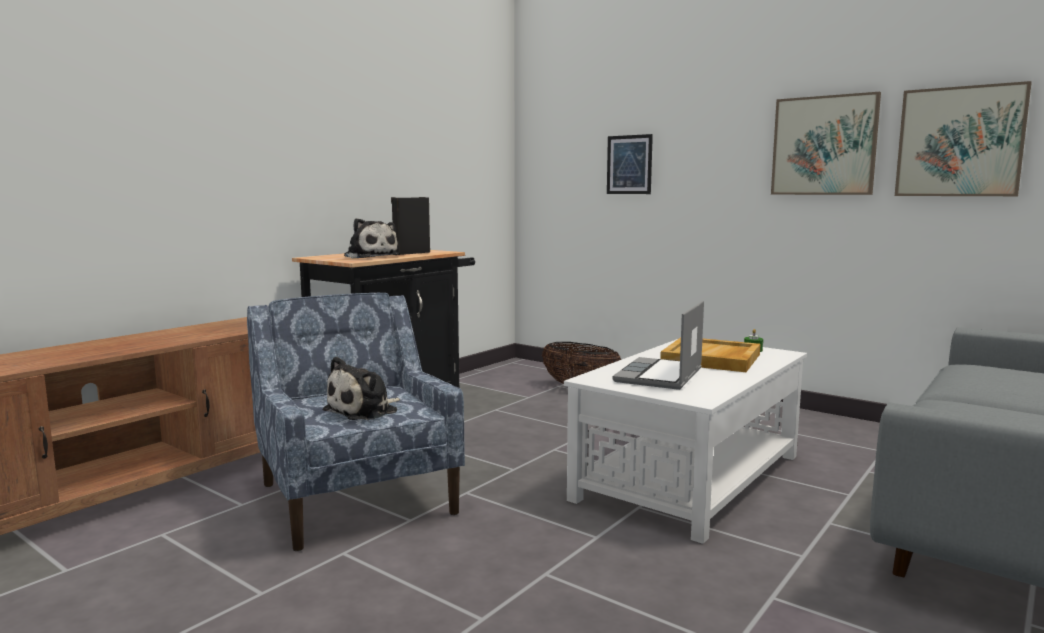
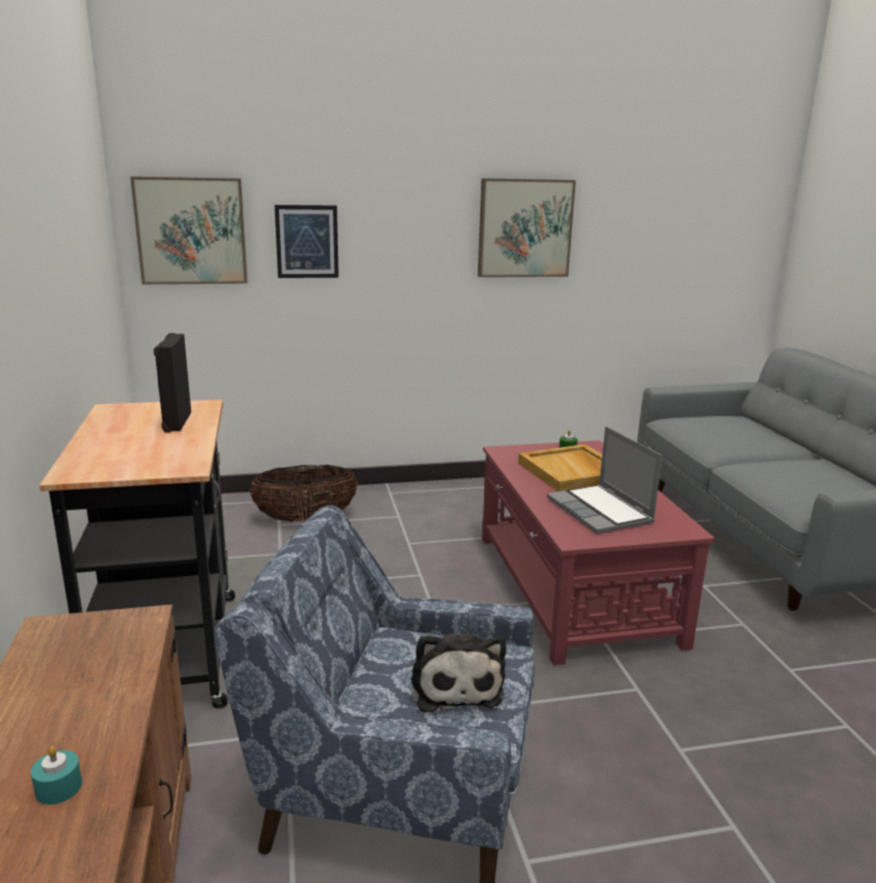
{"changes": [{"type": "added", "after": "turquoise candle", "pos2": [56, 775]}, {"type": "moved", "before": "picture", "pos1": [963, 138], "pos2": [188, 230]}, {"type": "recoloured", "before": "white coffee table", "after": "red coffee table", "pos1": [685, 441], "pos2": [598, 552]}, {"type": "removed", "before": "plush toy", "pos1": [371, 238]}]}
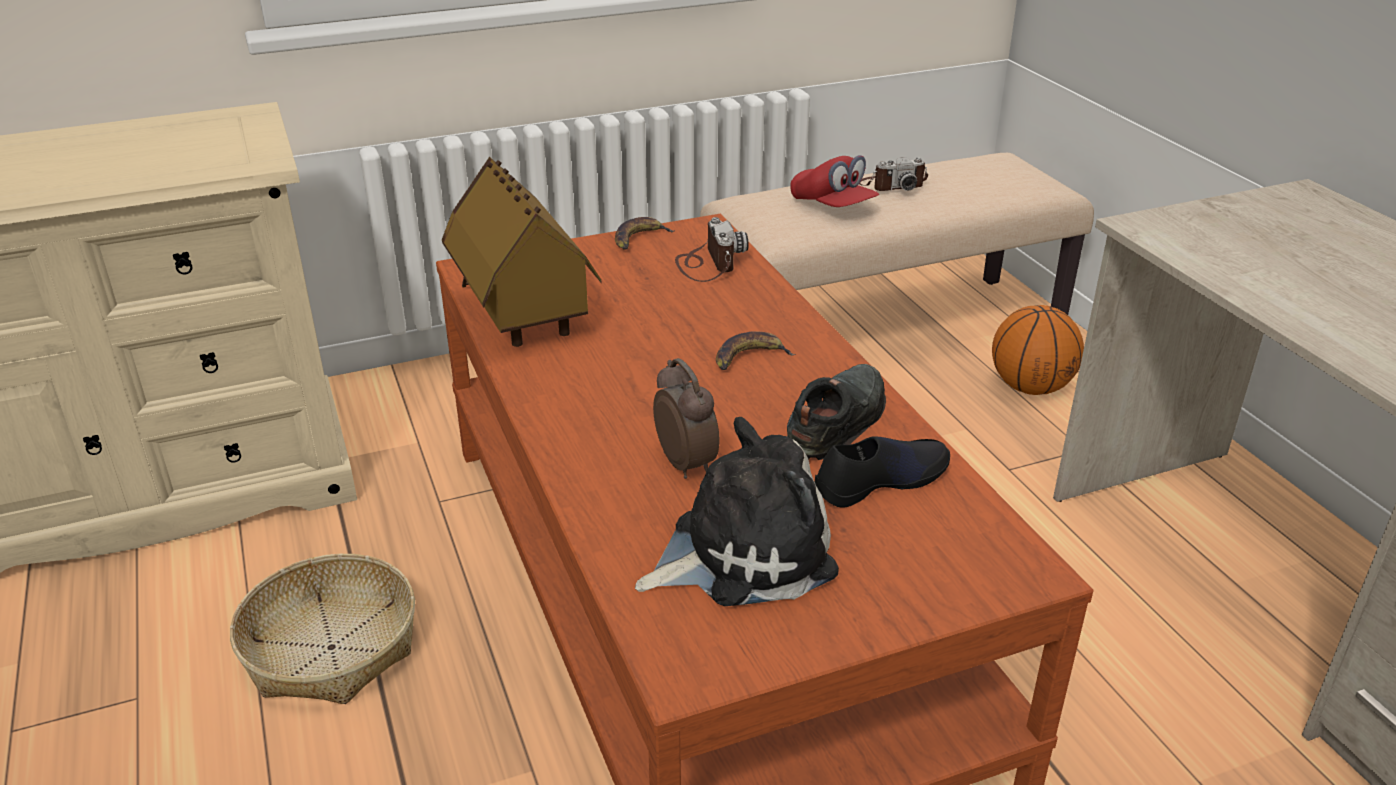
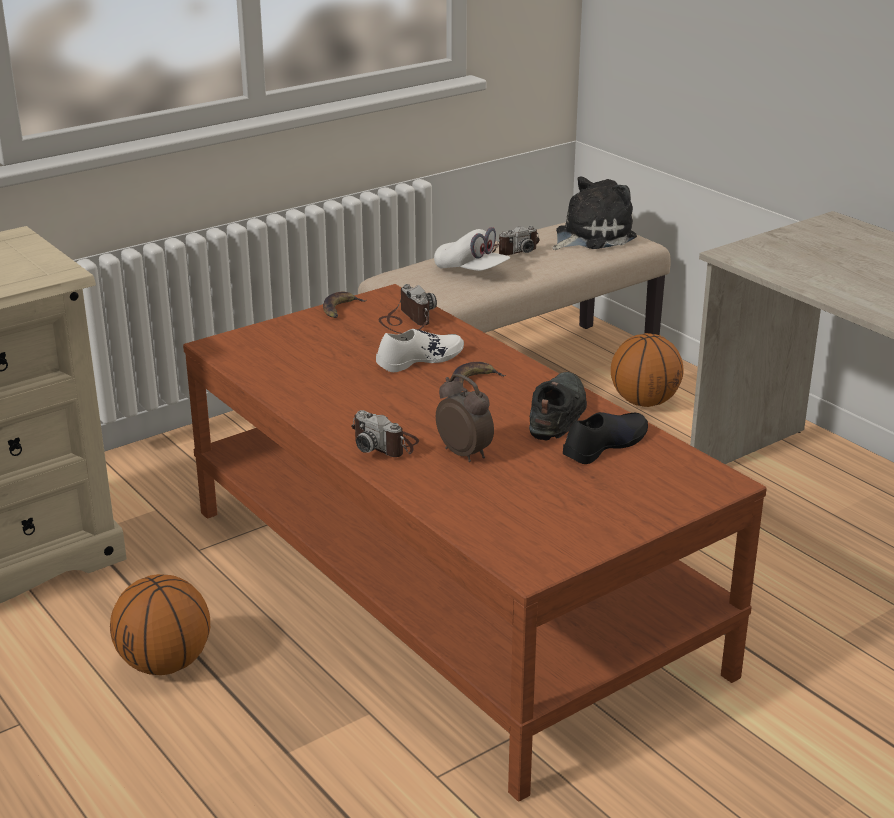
{"changes": [{"type": "replaced", "before": "basket", "after": "basketball", "pos1": [322, 629], "pos2": [160, 624]}, {"type": "added", "after": "photo camera", "pos2": [385, 433]}, {"type": "added", "after": "white shoe", "pos2": [420, 350]}, {"type": "recoloured", "before": "red cap", "after": "white cap", "pos1": [834, 181], "pos2": [472, 249]}, {"type": "moved", "before": "plush toy", "pos1": [737, 511], "pos2": [595, 213]}, {"type": "removed", "before": "toy house", "pos1": [521, 252]}]}
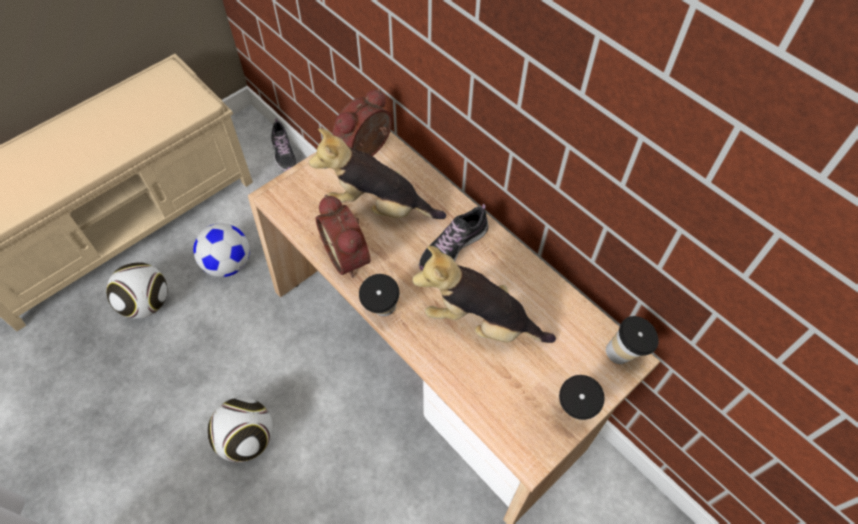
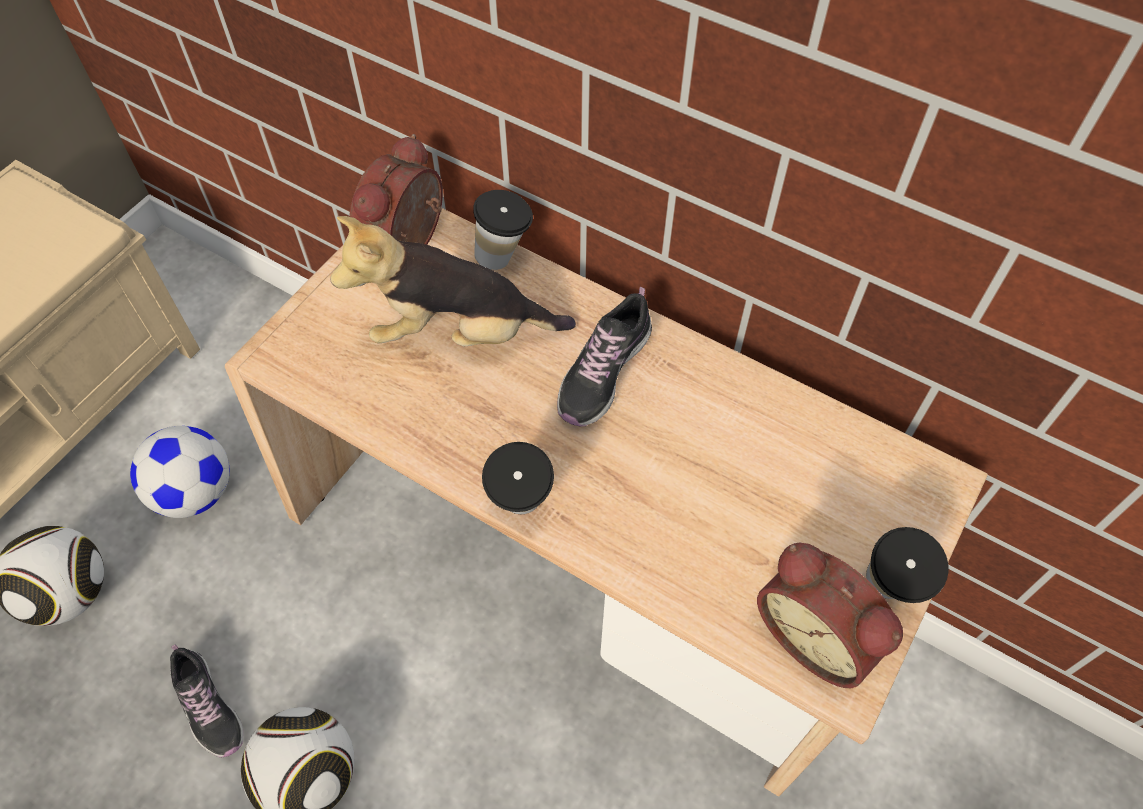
{"changes": [{"type": "moved", "before": "shoe", "pos1": [284, 144], "pos2": [207, 701]}, {"type": "moved", "before": "cup", "pos1": [632, 340], "pos2": [503, 230]}, {"type": "moved", "before": "alarm clock", "pos1": [343, 236], "pos2": [830, 615]}, {"type": "removed", "before": "plush toy", "pos1": [484, 294]}]}
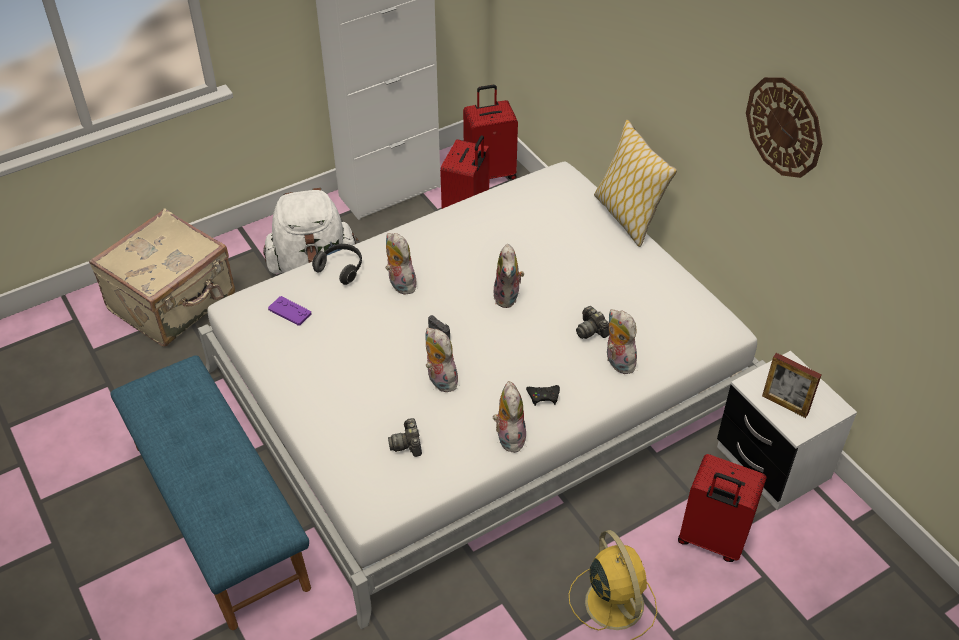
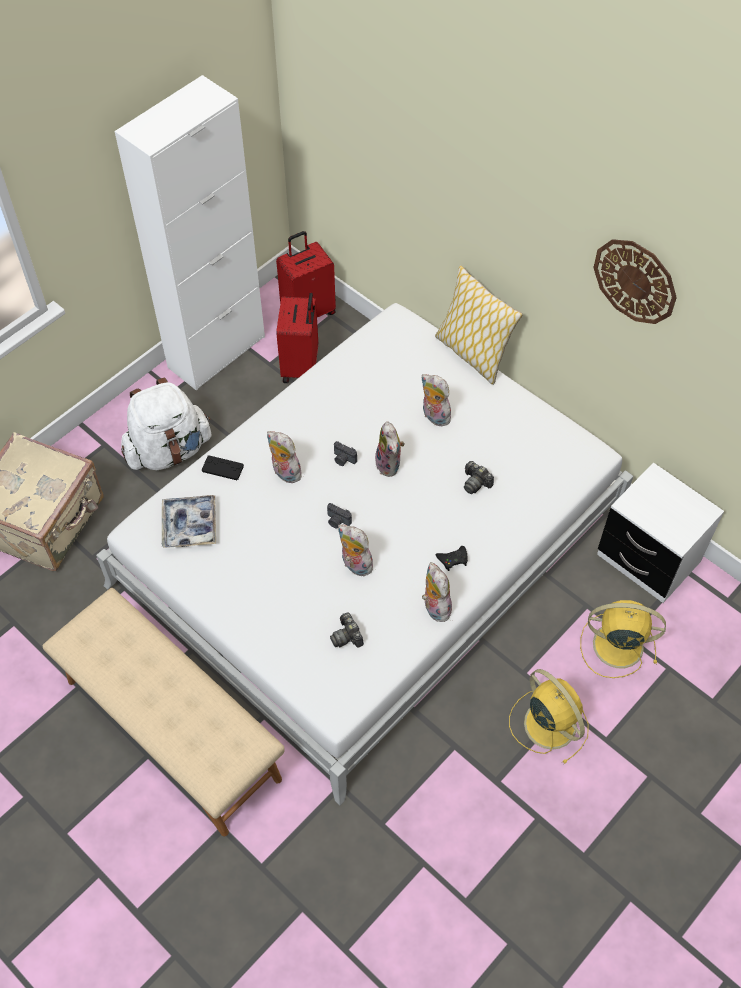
{"changes": [{"type": "recoloured", "before": "blue bench", "after": "beige bench", "pos1": [210, 492], "pos2": [164, 712]}, {"type": "replaced", "before": "purple game controller", "after": "tray", "pos1": [289, 311], "pos2": [189, 521]}, {"type": "replaced", "before": "headphones", "after": "black game controller", "pos1": [337, 264], "pos2": [223, 467]}, {"type": "added", "after": "photo camera", "pos2": [345, 453]}, {"type": "moved", "before": "plush toy", "pos1": [622, 341], "pos2": [437, 400]}, {"type": "replaced", "before": "red suitcase", "after": "yellow fan", "pos1": [722, 508], "pos2": [623, 639]}, {"type": "removed", "before": "picture frame", "pos1": [791, 385]}]}
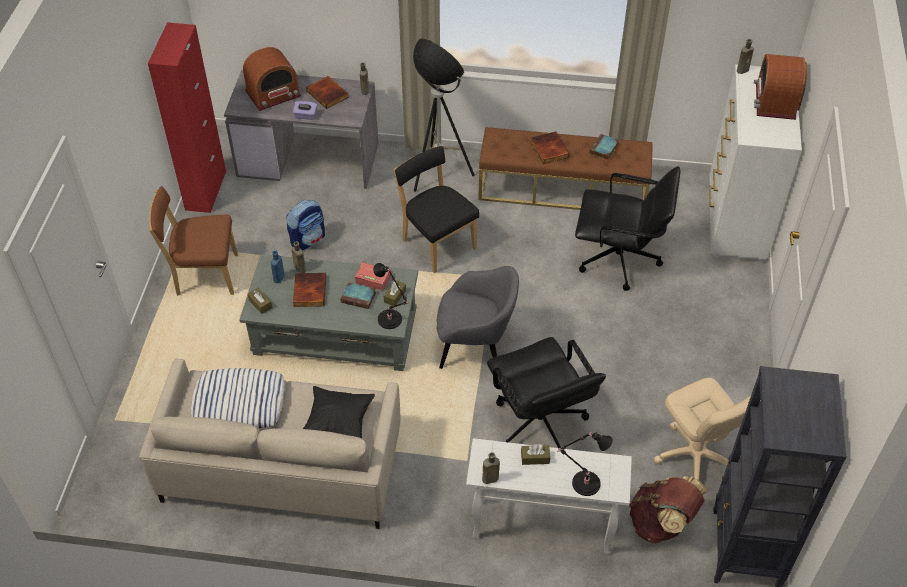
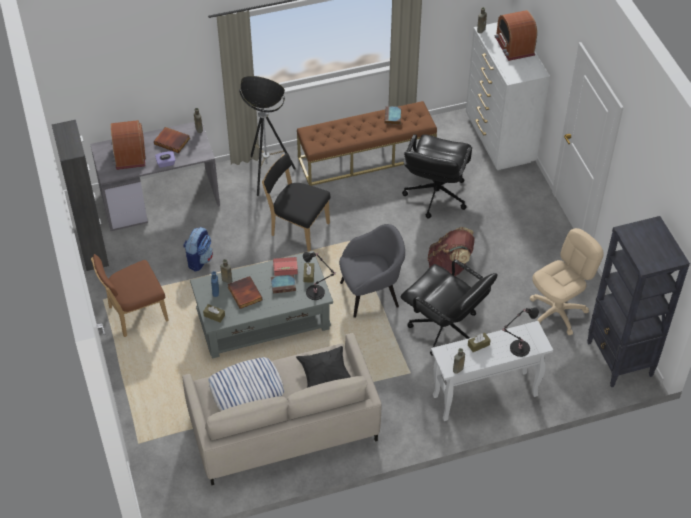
{"changes": [{"type": "recoloured", "before": "red cabinet", "after": "black cabinet", "pos1": [187, 117], "pos2": [80, 195]}, {"type": "turned", "before": "radio", "pos1": [272, 79], "pos2": [128, 145], "turn": 135}, {"type": "turned", "before": "black office chair", "pos1": [627, 228], "pos2": [437, 176], "turn": 120}, {"type": "moved", "before": "brown backpack", "pos1": [668, 509], "pos2": [451, 251]}, {"type": "turned", "before": "beige office chair", "pos1": [702, 429], "pos2": [567, 281], "turn": -75}, {"type": "removed", "before": "book", "pos1": [549, 147]}]}
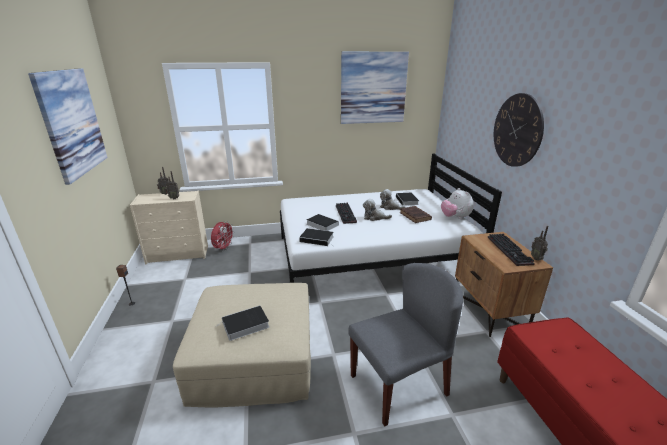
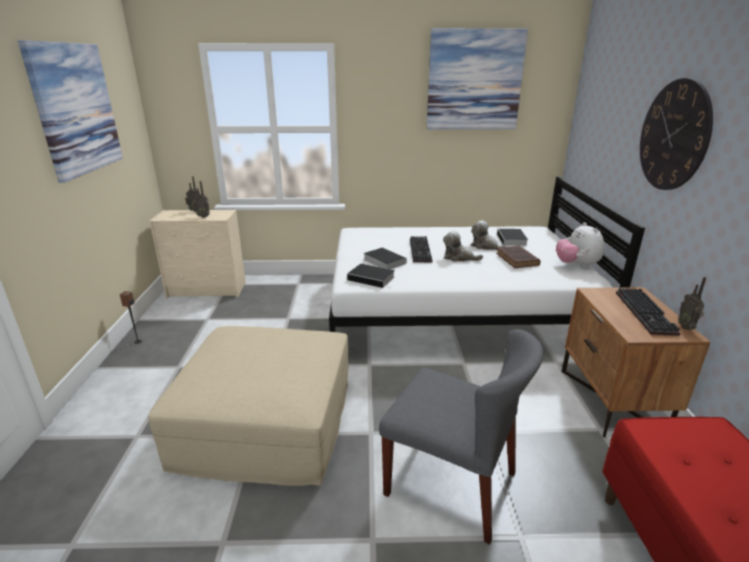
{"changes": [{"type": "turned", "before": "grey chair", "pos1": [405, 344], "pos2": [461, 436], "turn": 45}, {"type": "removed", "before": "red fan", "pos1": [223, 236]}, {"type": "removed", "before": "book", "pos1": [242, 323]}]}
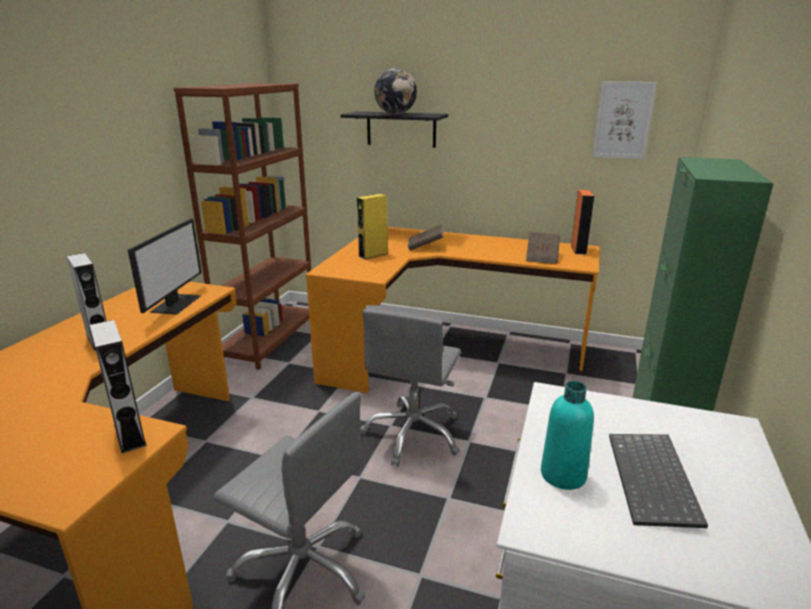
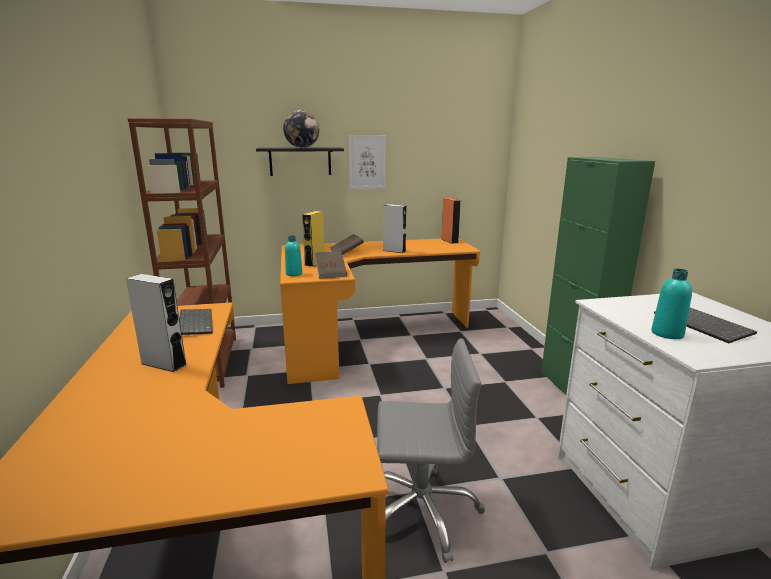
{"changes": [{"type": "replaced", "before": "monitor", "after": "keyboard", "pos1": [165, 266], "pos2": [196, 322]}, {"type": "added", "after": "turquoise bottle", "pos2": [293, 256]}, {"type": "moved", "before": "brown book", "pos1": [543, 248], "pos2": [331, 264]}, {"type": "moved", "before": "picture", "pos1": [624, 120], "pos2": [367, 162]}, {"type": "moved", "before": "grey speaker", "pos1": [118, 386], "pos2": [394, 228]}, {"type": "removed", "before": "grey office chair", "pos1": [410, 387]}]}
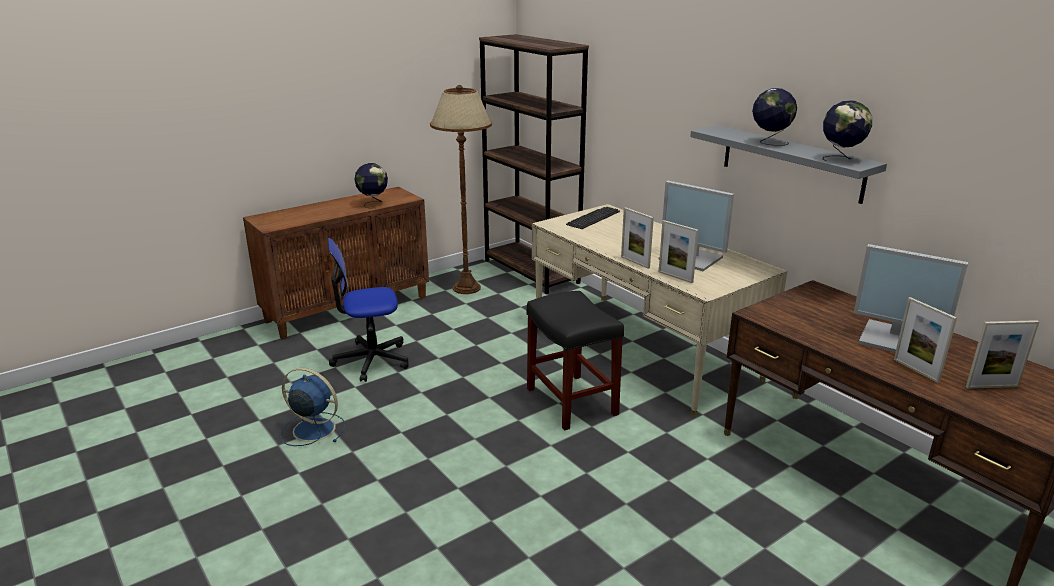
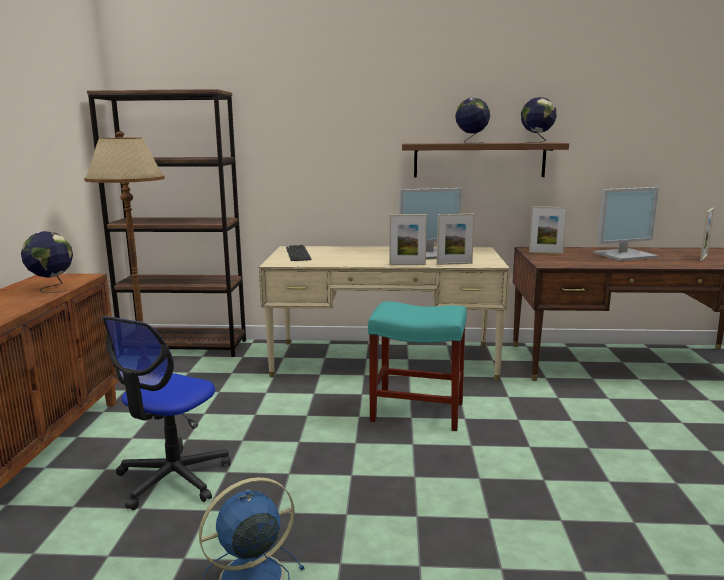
{"changes": [{"type": "recoloured", "before": "black stool", "after": "turquoise stool", "pos1": [575, 361], "pos2": [417, 366]}, {"type": "recoloured", "before": "grey shelf", "after": "brown shelf", "pos1": [788, 164], "pos2": [485, 160]}, {"type": "moved", "before": "picture frame", "pos1": [925, 340], "pos2": [548, 230]}]}
